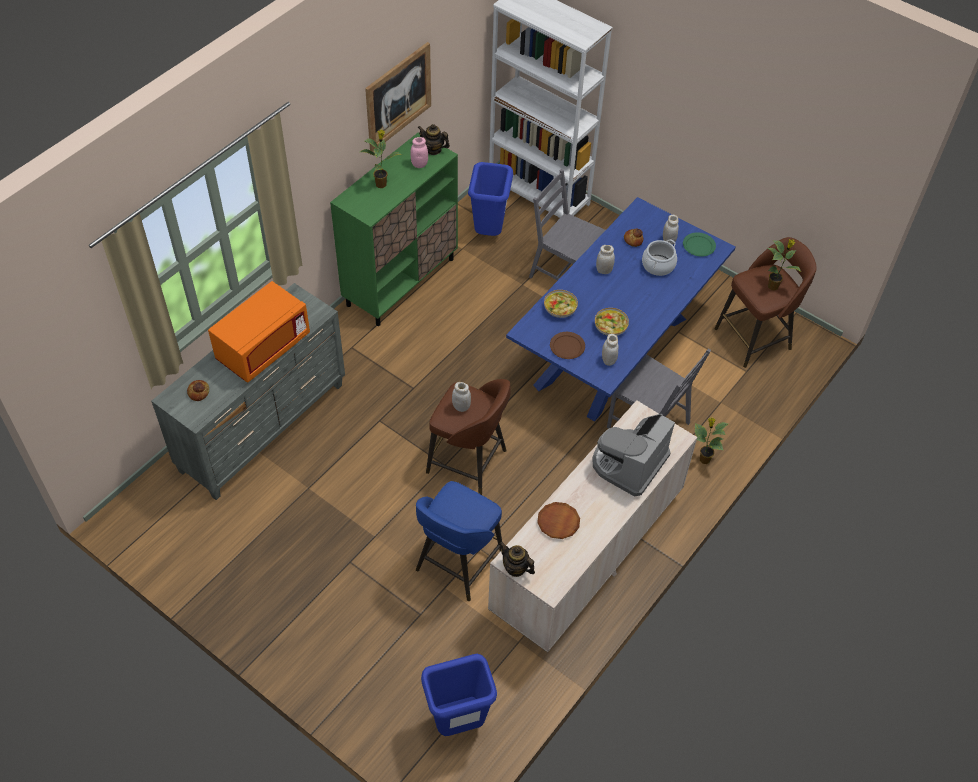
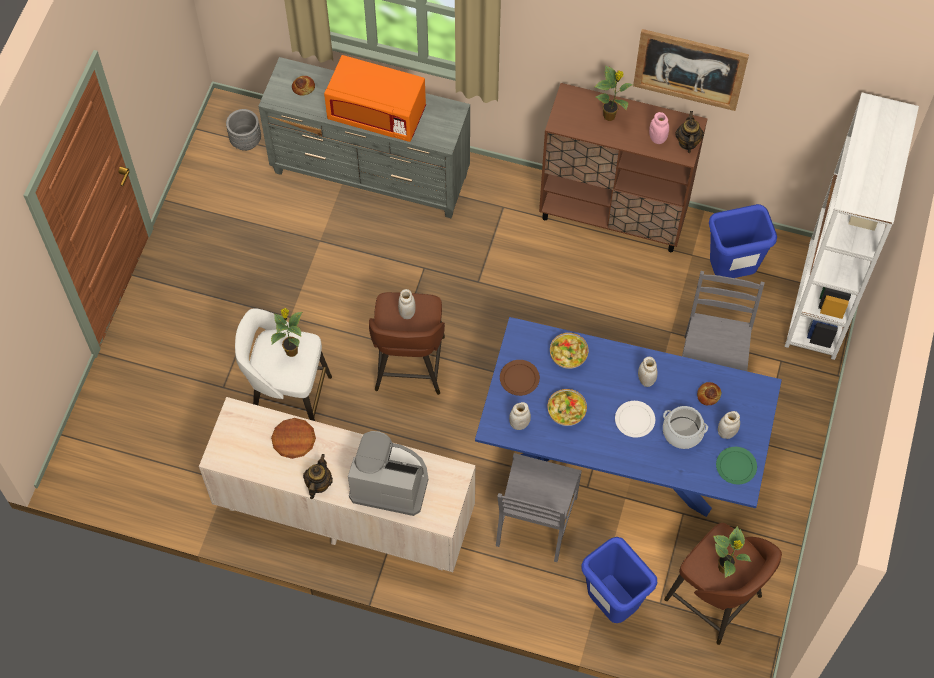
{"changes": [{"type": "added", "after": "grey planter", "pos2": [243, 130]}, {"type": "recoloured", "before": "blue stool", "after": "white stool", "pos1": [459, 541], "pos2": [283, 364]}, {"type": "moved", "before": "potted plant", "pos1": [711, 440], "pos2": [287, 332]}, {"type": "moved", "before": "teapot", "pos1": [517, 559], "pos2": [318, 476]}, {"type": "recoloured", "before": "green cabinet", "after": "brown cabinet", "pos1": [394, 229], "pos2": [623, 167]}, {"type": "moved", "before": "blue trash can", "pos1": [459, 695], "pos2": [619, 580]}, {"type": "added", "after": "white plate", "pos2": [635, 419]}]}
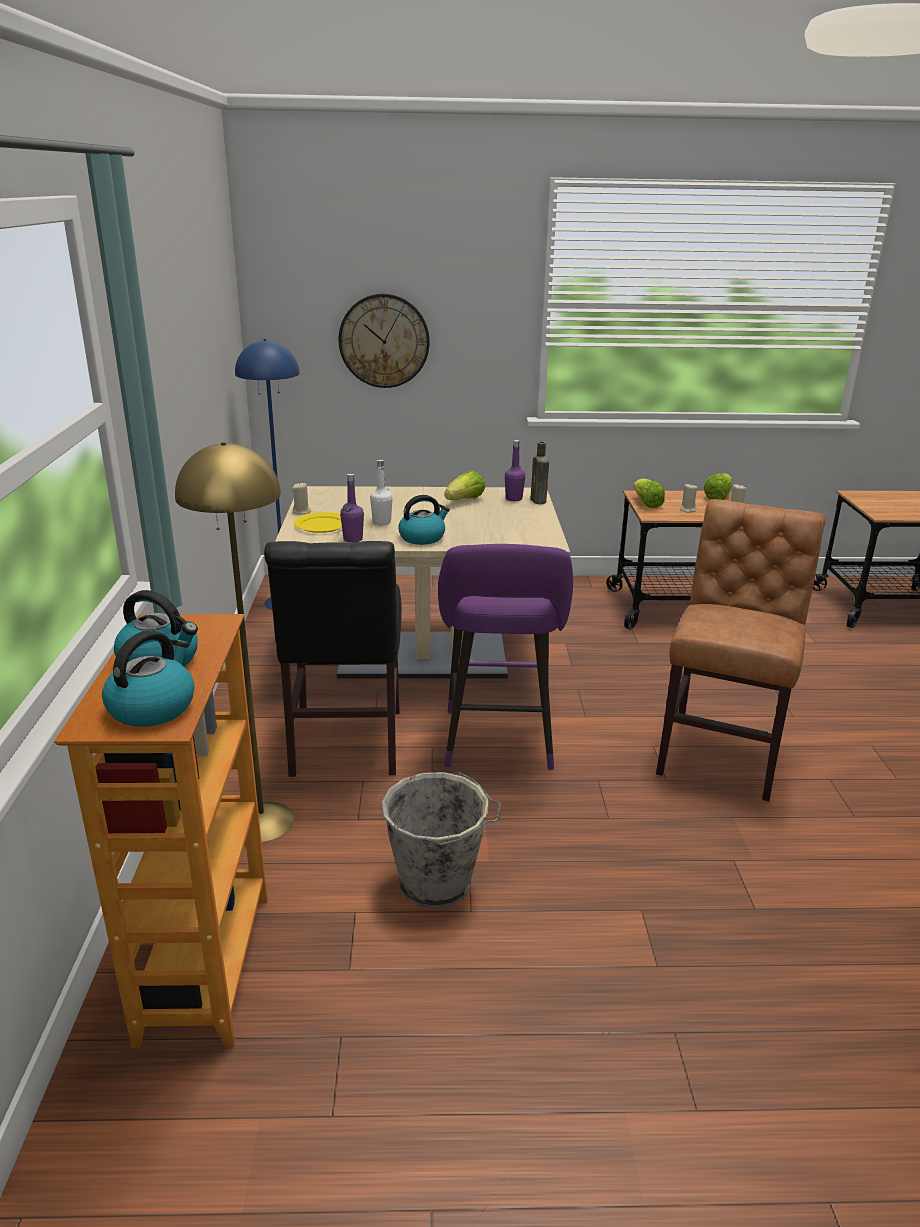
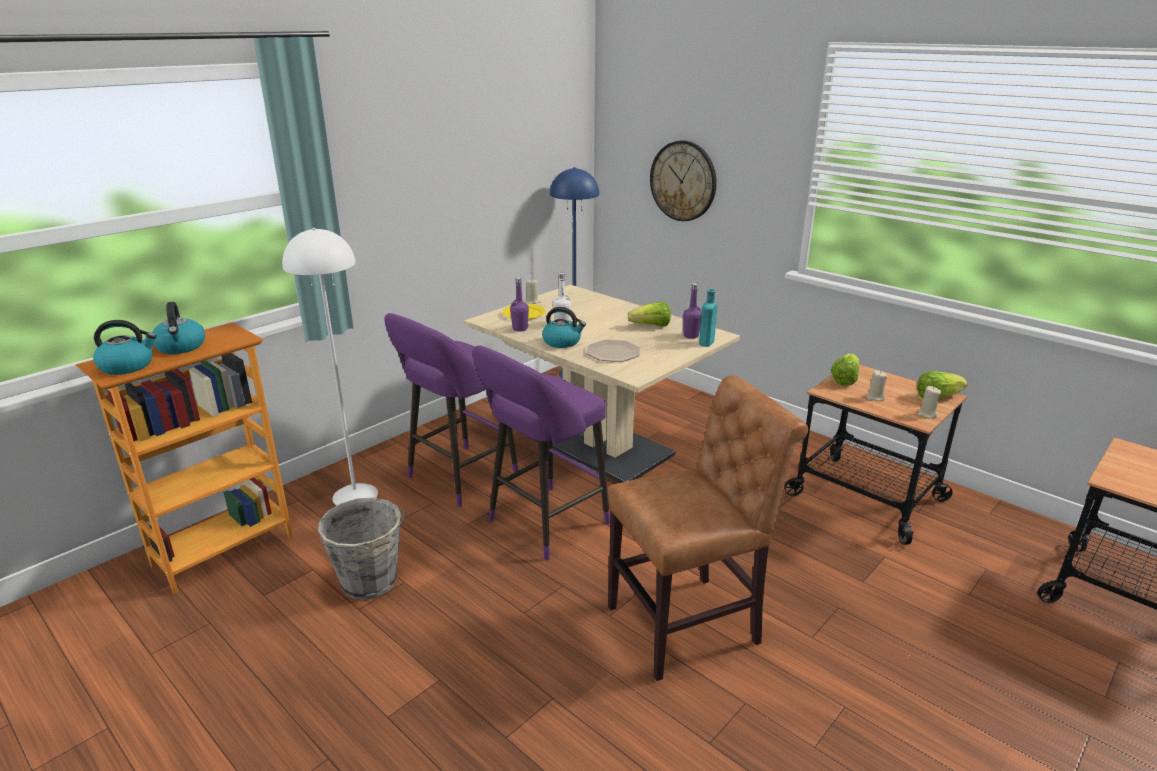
{"changes": [{"type": "recoloured", "before": "yellow floor lamp", "after": "white floor lamp", "pos1": [234, 642], "pos2": [330, 367]}, {"type": "replaced", "before": "black chair", "after": "purple stool", "pos1": [333, 659], "pos2": [451, 410]}, {"type": "added", "after": "plate", "pos2": [613, 351]}, {"type": "recoloured", "before": "brown bottle", "after": "turquoise bottle", "pos1": [540, 472], "pos2": [708, 318]}]}
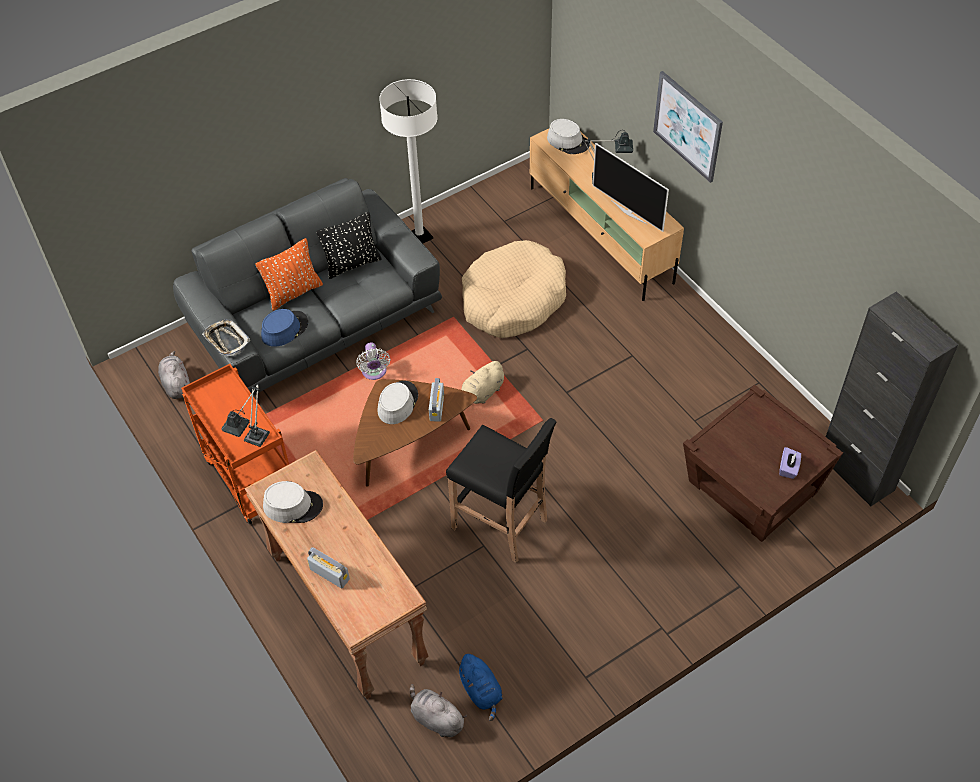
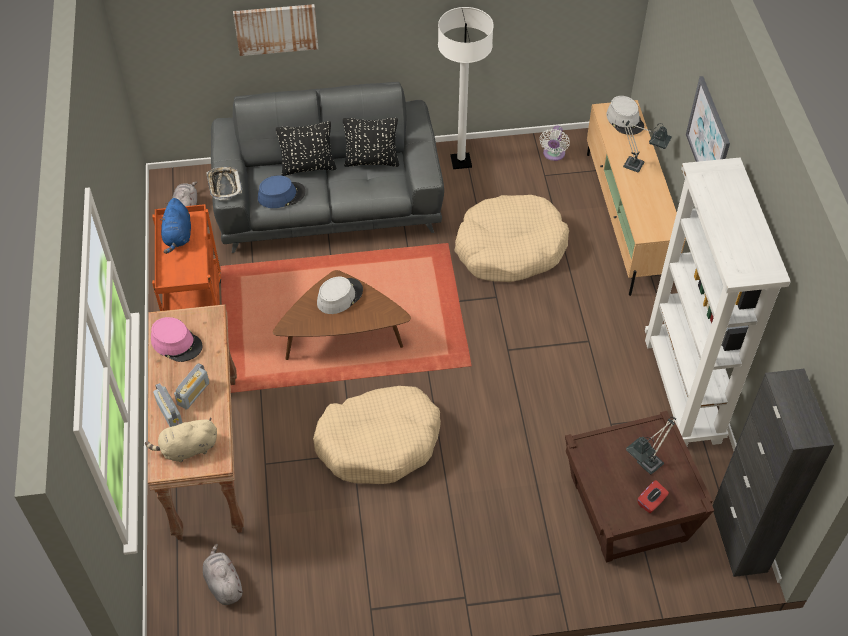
{"changes": [{"type": "moved", "before": "beige plush toy", "pos1": [483, 382], "pos2": [181, 440]}, {"type": "recoloured", "before": "grey hat", "after": "pink hat", "pos1": [293, 502], "pos2": [177, 339]}, {"type": "moved", "before": "blue plush toy", "pos1": [479, 687], "pos2": [175, 226]}, {"type": "moved", "before": "radio", "pos1": [436, 400], "pos2": [192, 386]}, {"type": "added", "after": "picture", "pos2": [275, 30]}, {"type": "recoloured", "before": "orange pillow", "after": "black pillow", "pos1": [289, 274], "pos2": [306, 148]}, {"type": "replaced", "before": "black stool", "after": "beige dog bed", "pos1": [501, 490], "pos2": [377, 435]}, {"type": "moved", "before": "white fan", "pos1": [373, 361], "pos2": [555, 143]}, {"type": "moved", "before": "table lamp", "pos1": [245, 415], "pos2": [651, 446]}, {"type": "recoloured", "before": "purple tissue box", "after": "red tissue box", "pos1": [790, 463], "pos2": [653, 496]}, {"type": "added", "after": "white bookcase", "pos2": [718, 302]}, {"type": "removed", "before": "television", "pos1": [631, 187]}]}
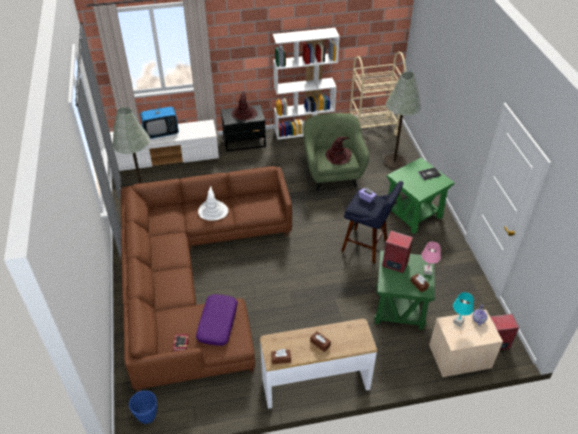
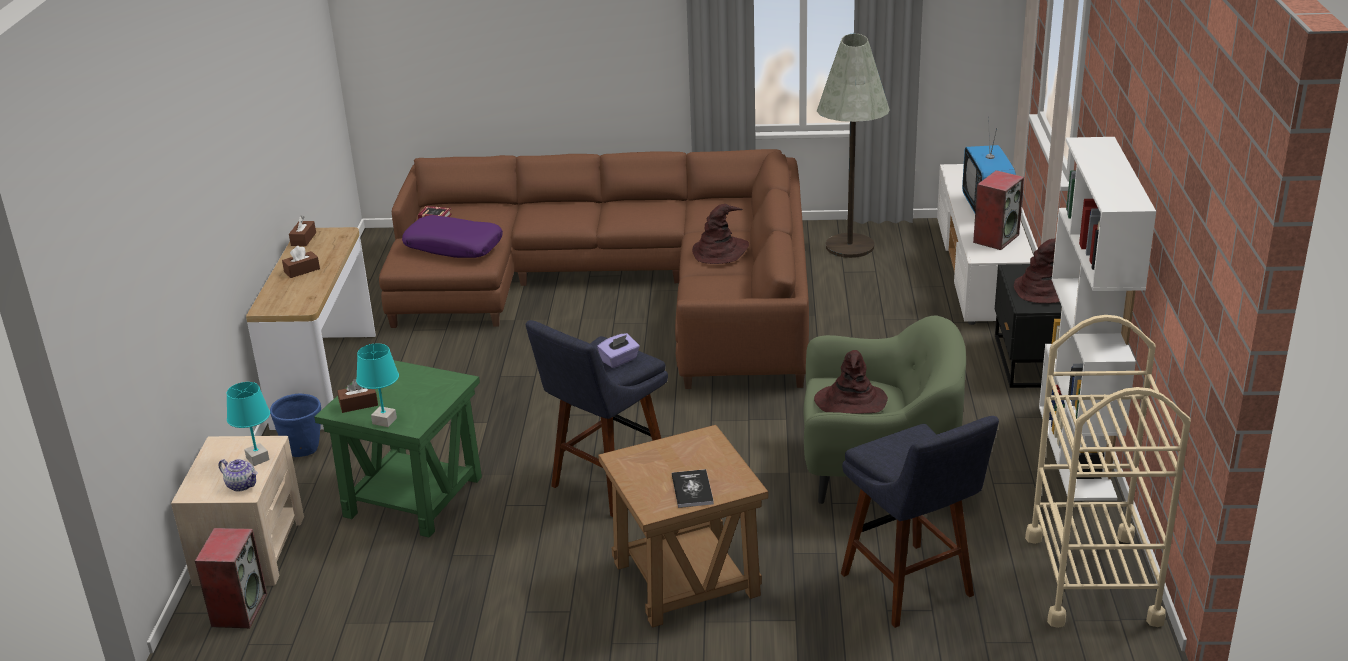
{"changes": [{"type": "moved", "before": "blue planter", "pos1": [143, 407], "pos2": [295, 425]}, {"type": "recoloured", "before": "pink table lamp", "after": "turquoise table lamp", "pos1": [431, 258], "pos2": [377, 385]}, {"type": "recoloured", "before": "green side table", "after": "brown side table", "pos1": [421, 196], "pos2": [683, 526]}, {"type": "recoloured", "before": "white hat", "after": "brown hat", "pos1": [213, 203], "pos2": [720, 234]}, {"type": "replaced", "before": "grey floor lamp", "after": "blue stool", "pos1": [402, 120], "pos2": [920, 522]}, {"type": "moved", "before": "speaker", "pos1": [397, 252], "pos2": [998, 210]}]}
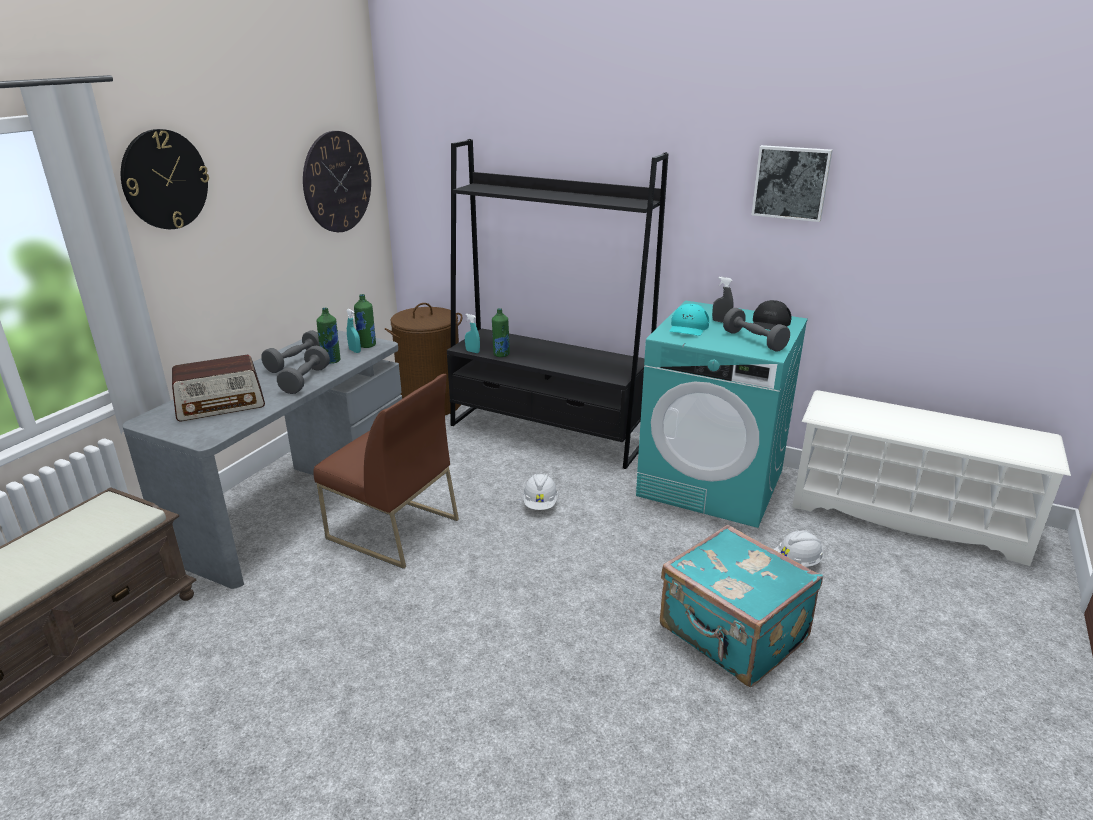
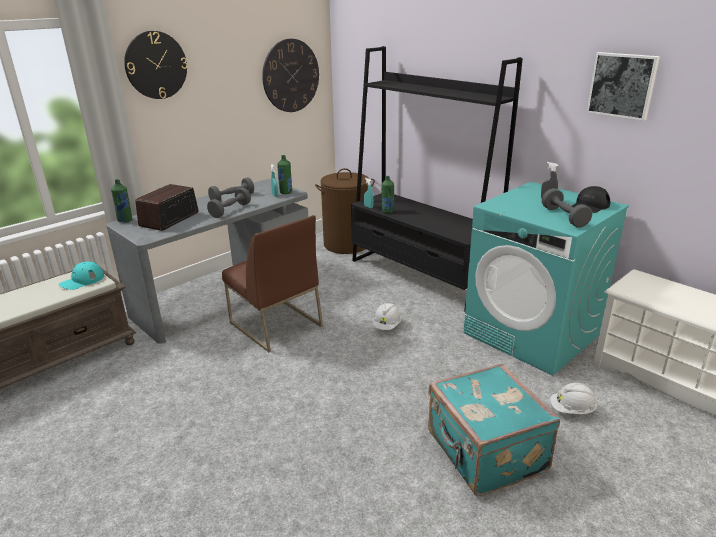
{"changes": [{"type": "moved", "before": "turquoise cap", "pos1": [689, 320], "pos2": [81, 275]}, {"type": "moved", "before": "green bottle", "pos1": [328, 336], "pos2": [121, 201]}, {"type": "turned", "before": "radio", "pos1": [218, 388], "pos2": [166, 207], "turn": 120}]}
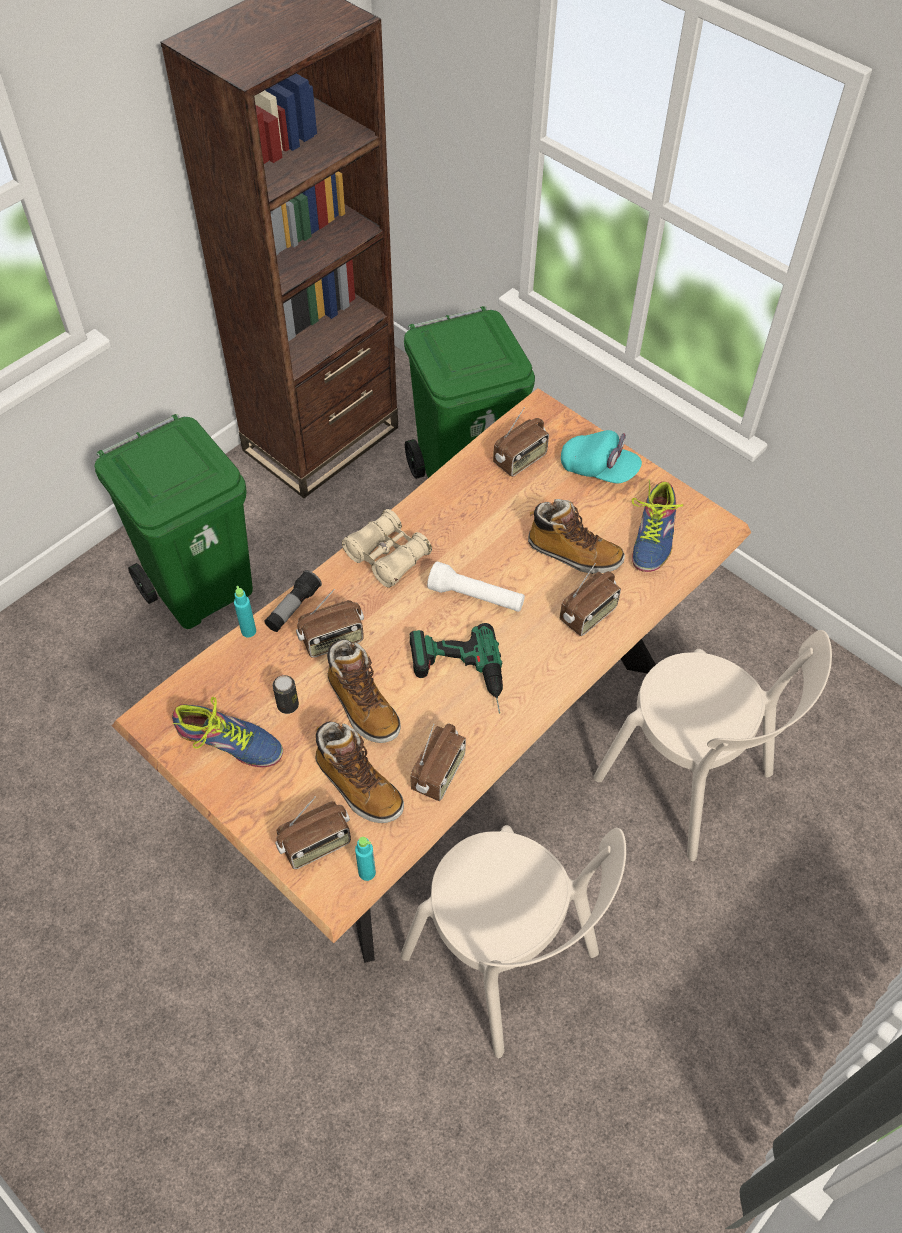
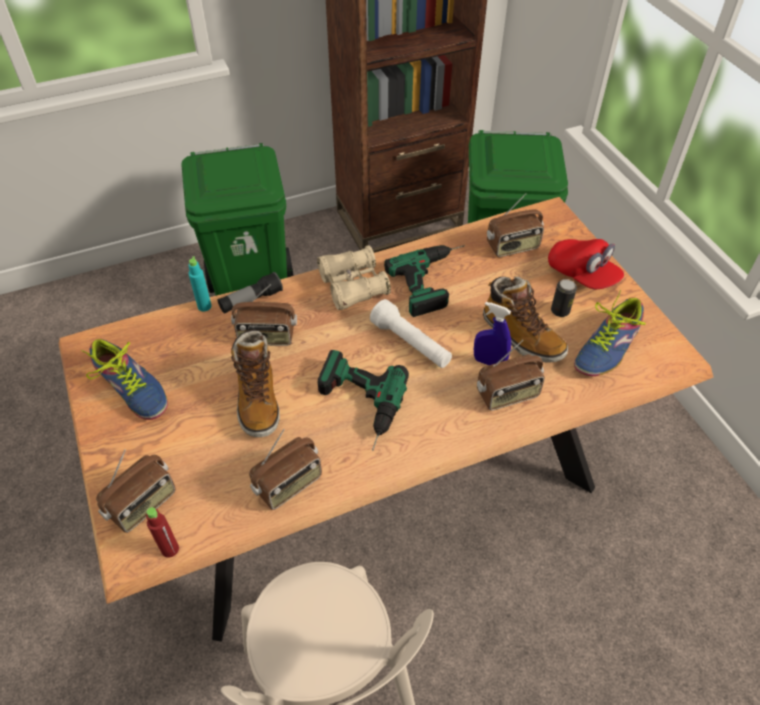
{"changes": [{"type": "turned", "before": "radio", "pos1": [313, 832], "pos2": [136, 491], "turn": -45}, {"type": "recoloured", "before": "turquoise bottle", "after": "red bottle", "pos1": [365, 859], "pos2": [162, 532]}, {"type": "added", "after": "power drill", "pos2": [424, 281]}, {"type": "added", "after": "blue spray bottle", "pos2": [492, 333]}, {"type": "recoloured", "before": "turquoise cap", "after": "red cap", "pos1": [601, 456], "pos2": [586, 264]}, {"type": "moved", "before": "can", "pos1": [286, 694], "pos2": [564, 298]}, {"type": "removed", "before": "boot", "pos1": [359, 772]}, {"type": "removed", "before": "beige chair", "pos1": [712, 745]}]}
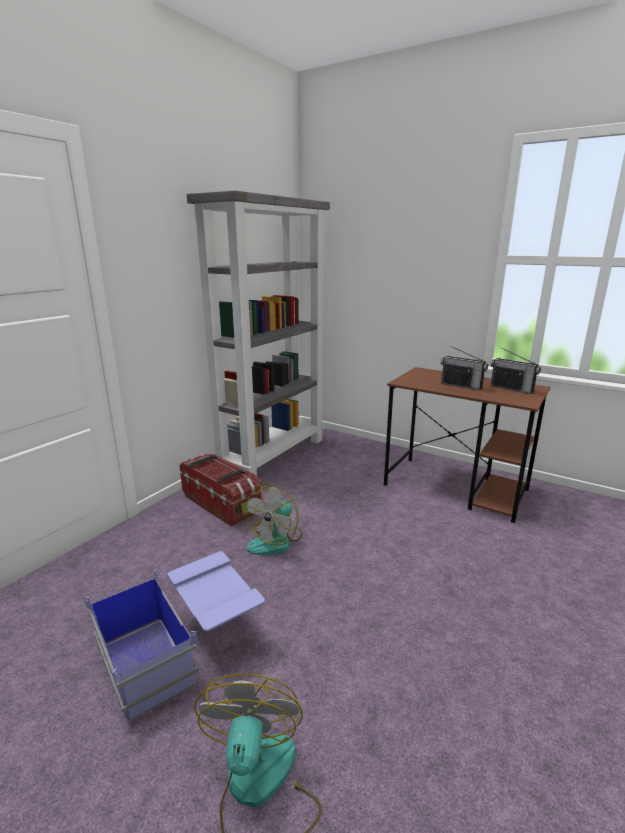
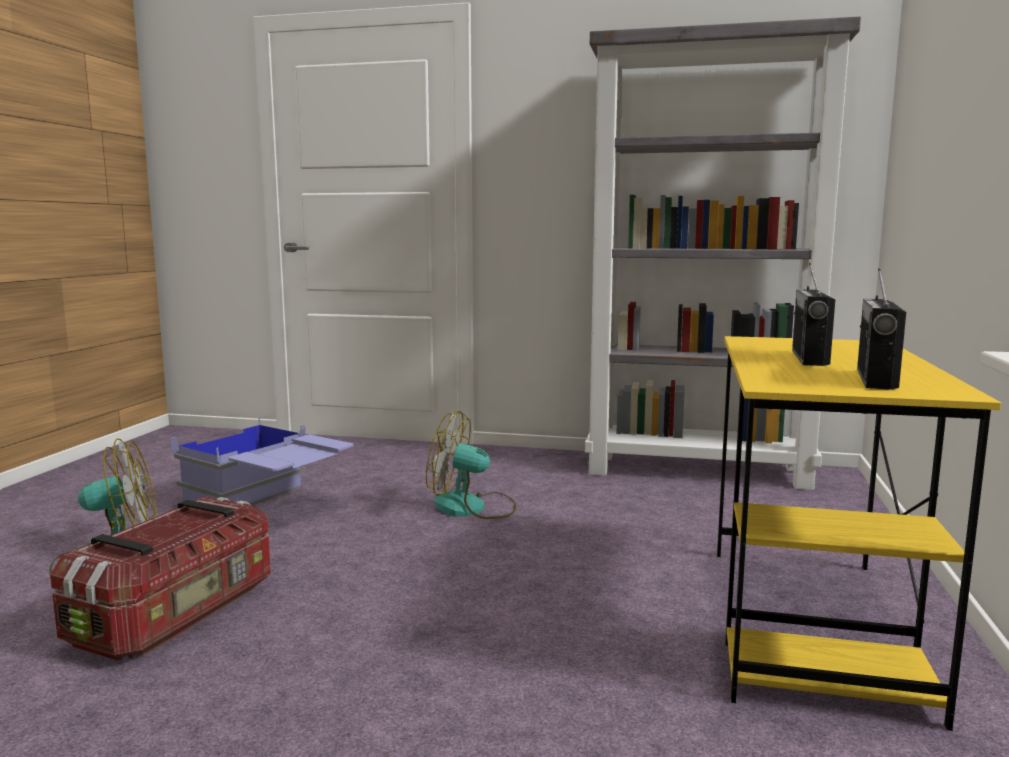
{"changes": [{"type": "moved", "before": "storage box", "pos1": [220, 490], "pos2": [160, 578]}, {"type": "recoloured", "before": "brown desk", "after": "yellow desk", "pos1": [467, 445], "pos2": [859, 533]}]}
